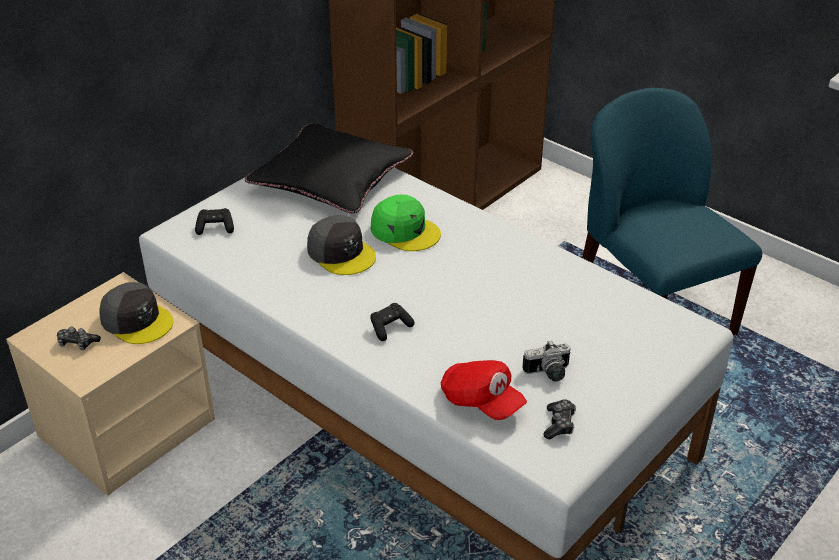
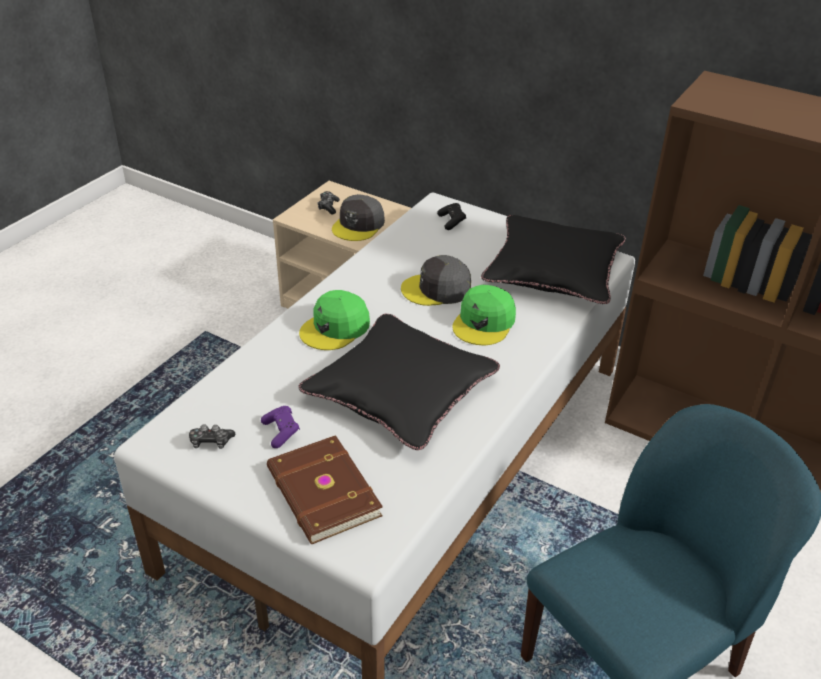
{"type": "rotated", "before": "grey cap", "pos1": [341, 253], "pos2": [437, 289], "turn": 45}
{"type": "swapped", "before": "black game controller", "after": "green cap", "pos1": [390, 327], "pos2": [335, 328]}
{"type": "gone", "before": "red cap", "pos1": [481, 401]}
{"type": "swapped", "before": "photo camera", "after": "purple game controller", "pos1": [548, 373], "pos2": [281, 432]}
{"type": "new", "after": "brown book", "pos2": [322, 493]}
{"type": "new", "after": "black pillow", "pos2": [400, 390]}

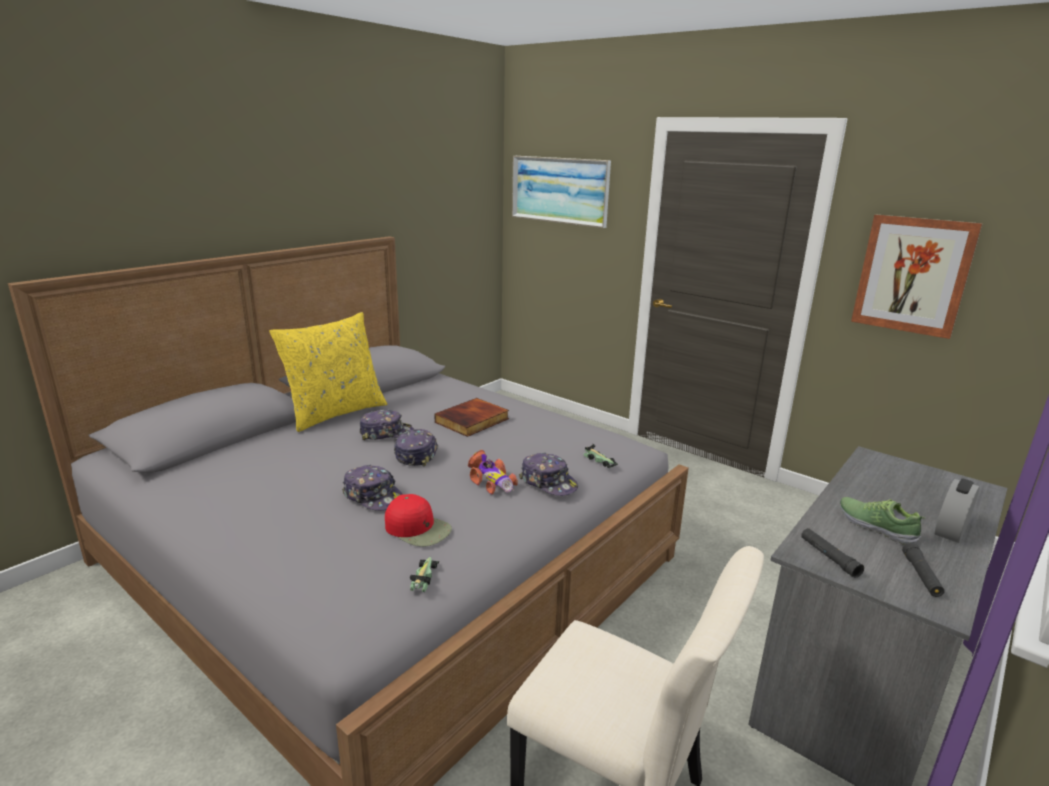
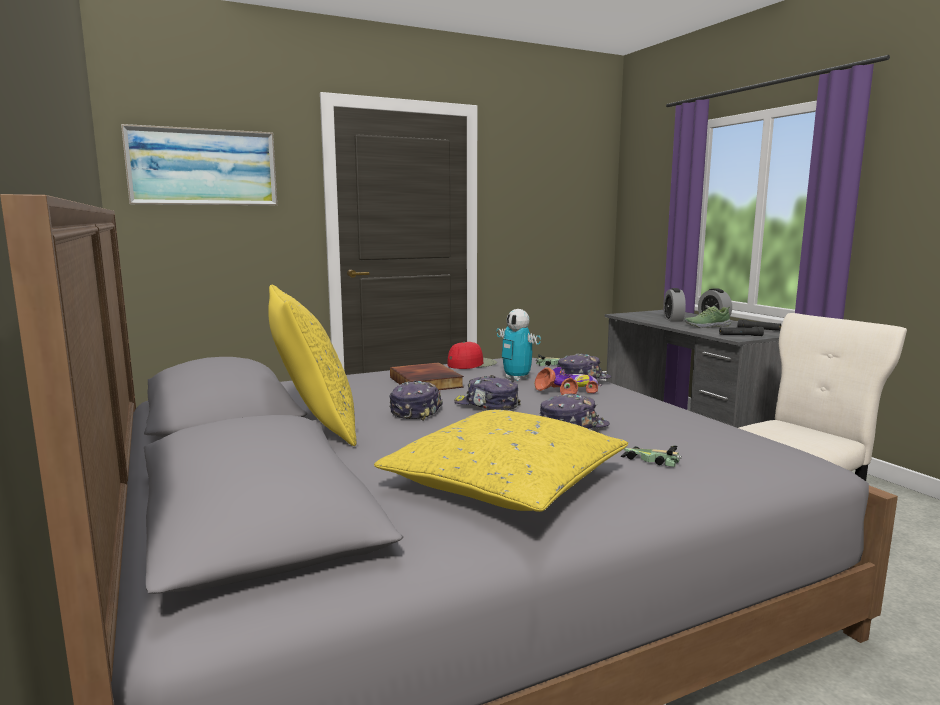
{"type": "shifted", "before": "red cap", "pos1": [418, 529], "pos2": [472, 364]}
{"type": "shifted", "before": "toy car", "pos1": [423, 577], "pos2": [651, 460]}
{"type": "gone", "before": "picture", "pos1": [912, 275]}
{"type": "new", "after": "yellow pillow", "pos2": [504, 482]}
{"type": "new", "after": "toy robot", "pos2": [517, 378]}
{"type": "new", "after": "alarm clock", "pos2": [673, 319]}

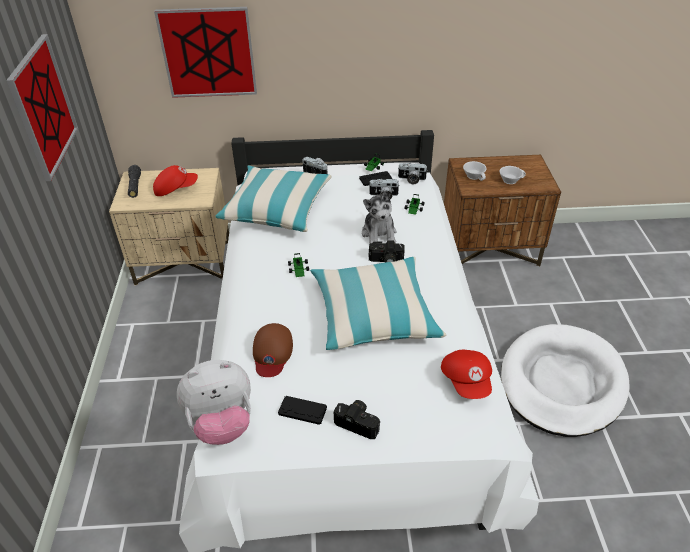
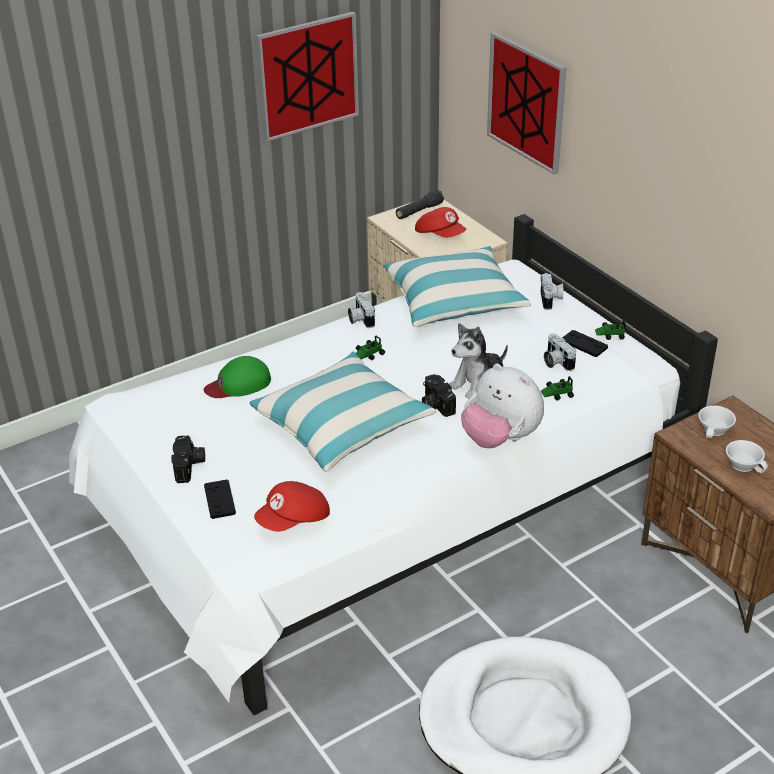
{"type": "shifted", "before": "plush toy", "pos1": [221, 423], "pos2": [500, 439]}
{"type": "repainted", "before": "brown cap", "after": "green cap", "pos1": [272, 352], "pos2": [238, 384]}
{"type": "shifted", "before": "black game controller", "pos1": [302, 410], "pos2": [219, 500]}
{"type": "shifted", "before": "photo camera", "pos1": [411, 179], "pos2": [360, 319]}

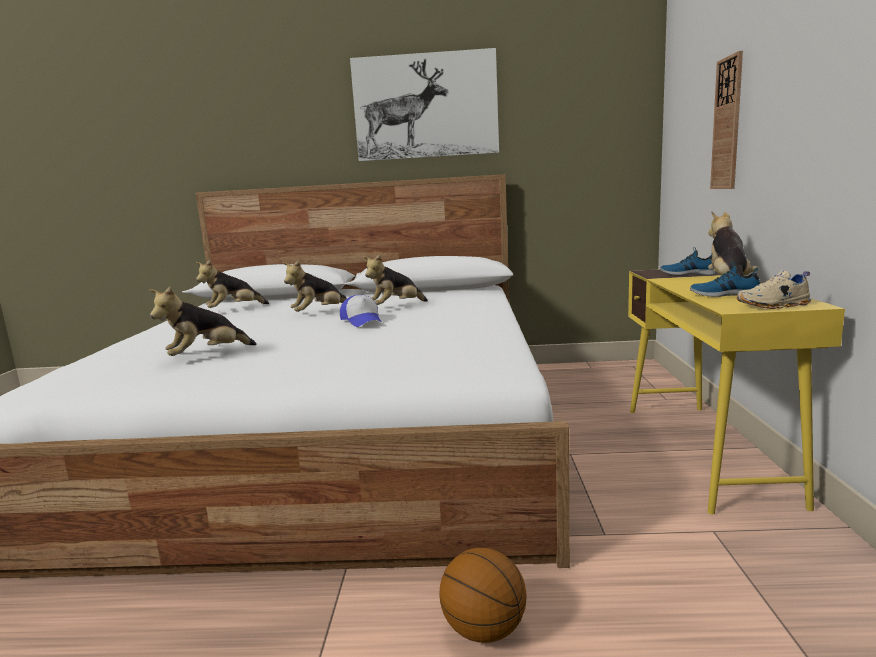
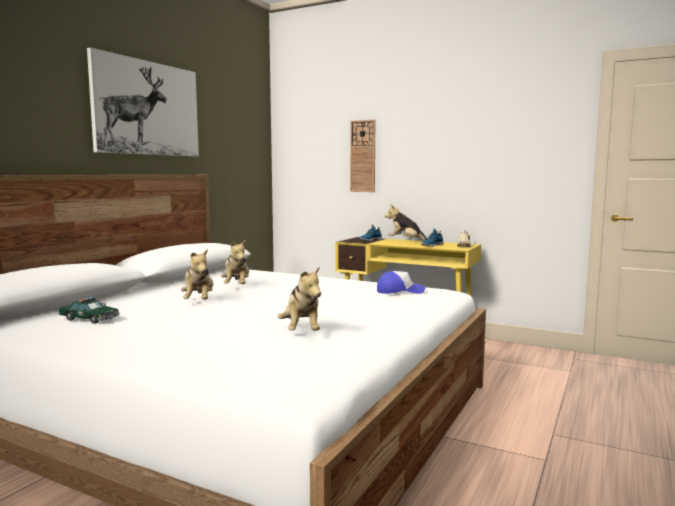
{"type": "swapped", "before": "plush toy", "after": "toy car", "pos1": [234, 310], "pos2": [89, 319]}
{"type": "shifted", "before": "cap", "pos1": [362, 321], "pos2": [400, 291]}
{"type": "gone", "before": "basketball", "pos1": [484, 630]}

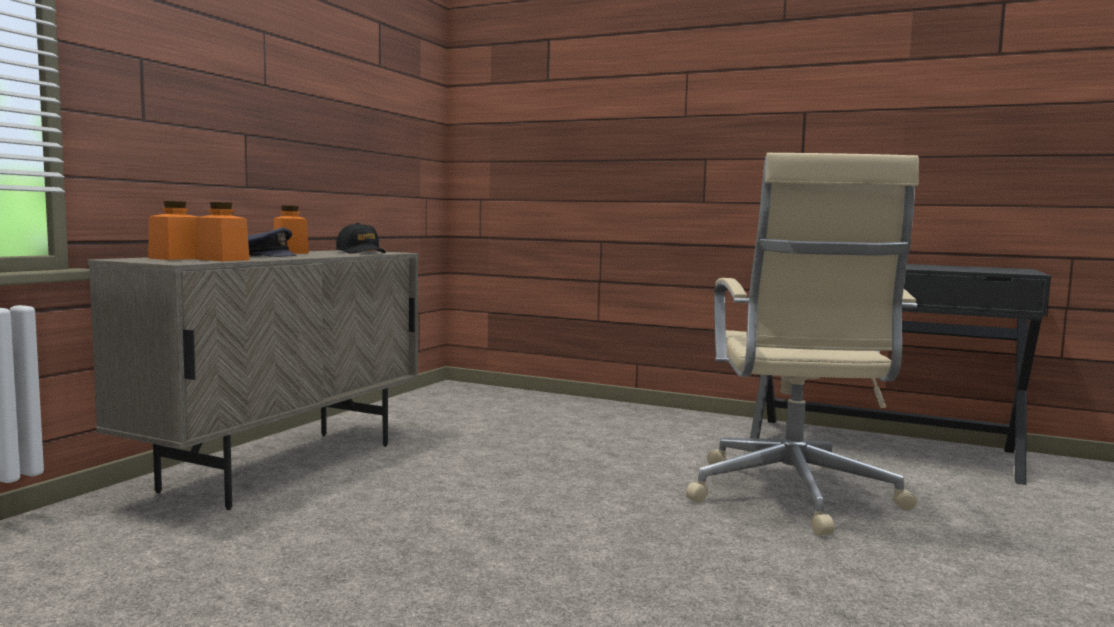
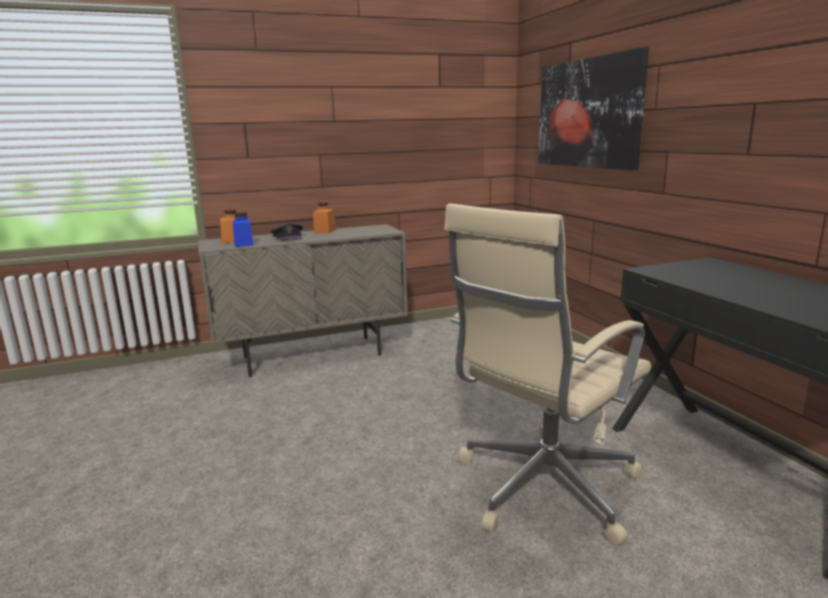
{"type": "repainted", "before": "orange jar", "after": "blue jar", "pos1": [222, 259], "pos2": [244, 244]}
{"type": "gone", "before": "black cap", "pos1": [361, 252]}
{"type": "new", "after": "picture", "pos2": [588, 113]}

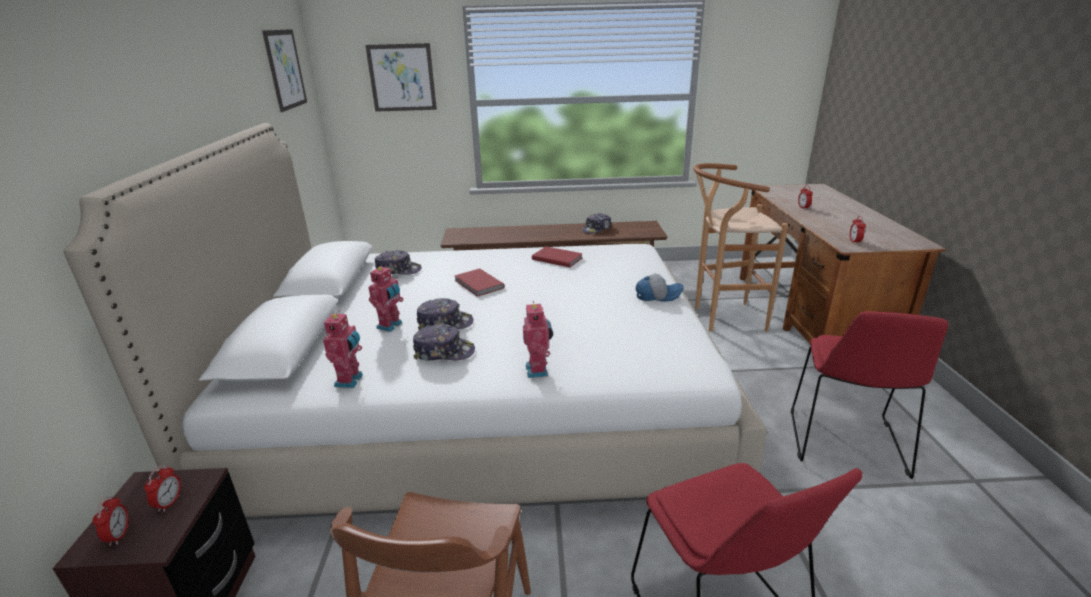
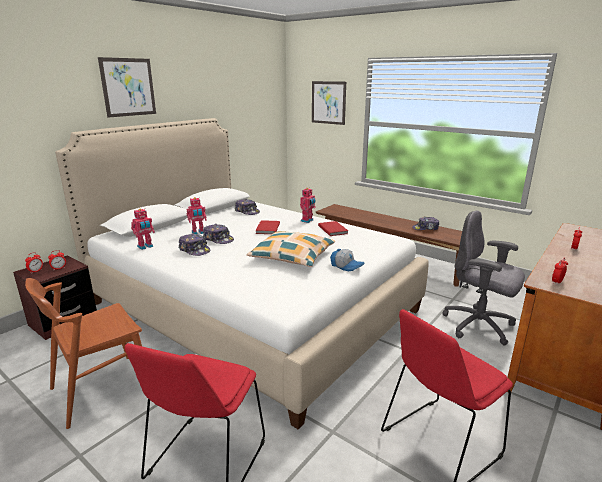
{"type": "shifted", "before": "picture", "pos1": [285, 69], "pos2": [128, 87]}
{"type": "shifted", "before": "toy robot", "pos1": [538, 370], "pos2": [307, 221]}
{"type": "swapped", "before": "brown stool", "after": "grey office chair", "pos1": [722, 318], "pos2": [479, 326]}
{"type": "new", "after": "pillow", "pos2": [292, 256]}

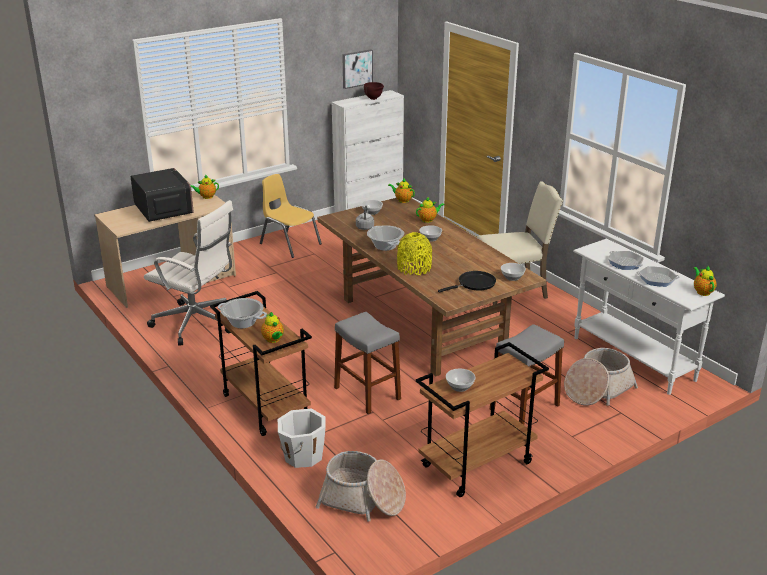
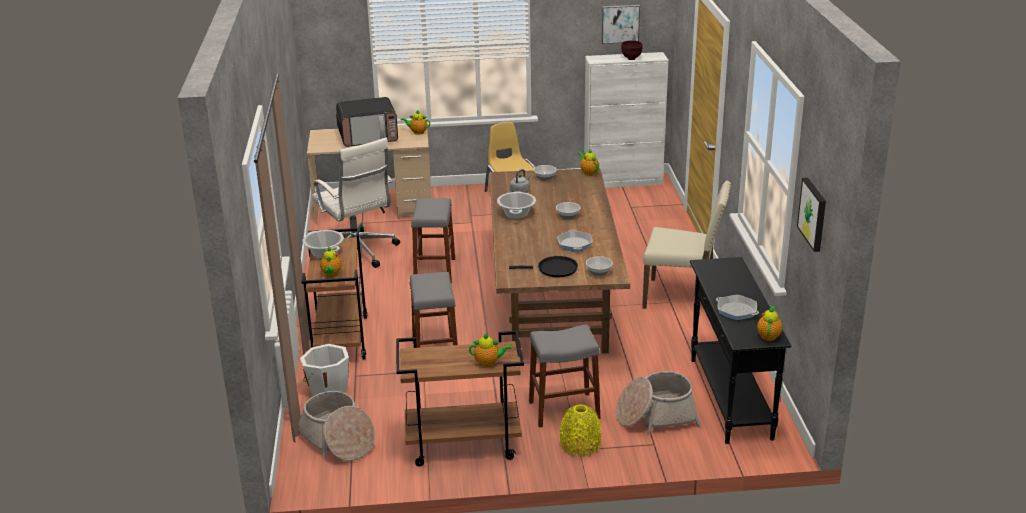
{"type": "rotated", "before": "microwave", "pos1": [163, 210], "pos2": [368, 137], "turn": 75}
{"type": "shifted", "before": "yellow vase", "pos1": [414, 268], "pos2": [580, 445]}
{"type": "shifted", "before": "teapot", "pos1": [428, 220], "pos2": [489, 363]}
{"type": "gone", "before": "bowl", "pos1": [460, 386]}
{"type": "repainted", "before": "white console table", "after": "black console table", "pos1": [633, 359], "pos2": [730, 398]}
{"type": "shifted", "before": "frying pan", "pos1": [625, 263], "pos2": [574, 244]}
{"type": "new", "after": "grey stool", "pos2": [435, 270]}
{"type": "new", "after": "picture", "pos2": [813, 214]}

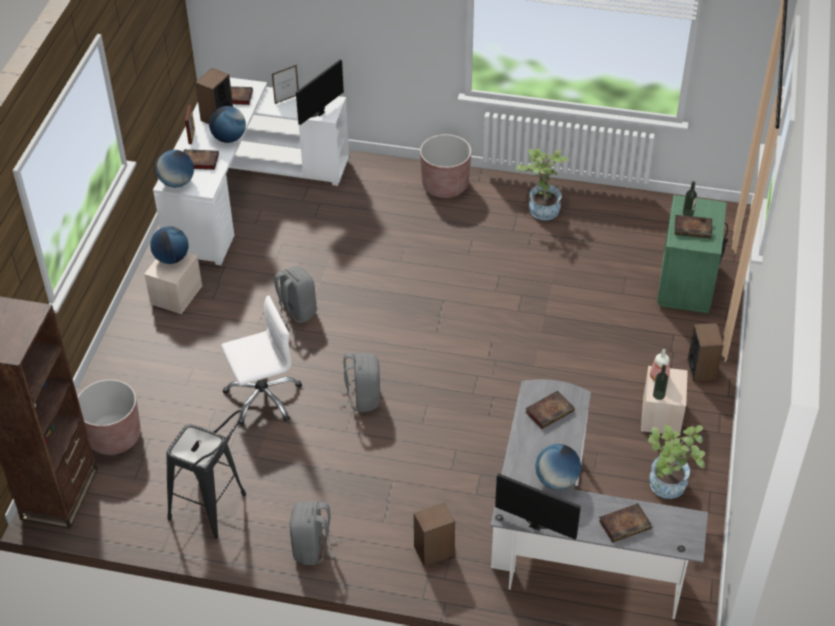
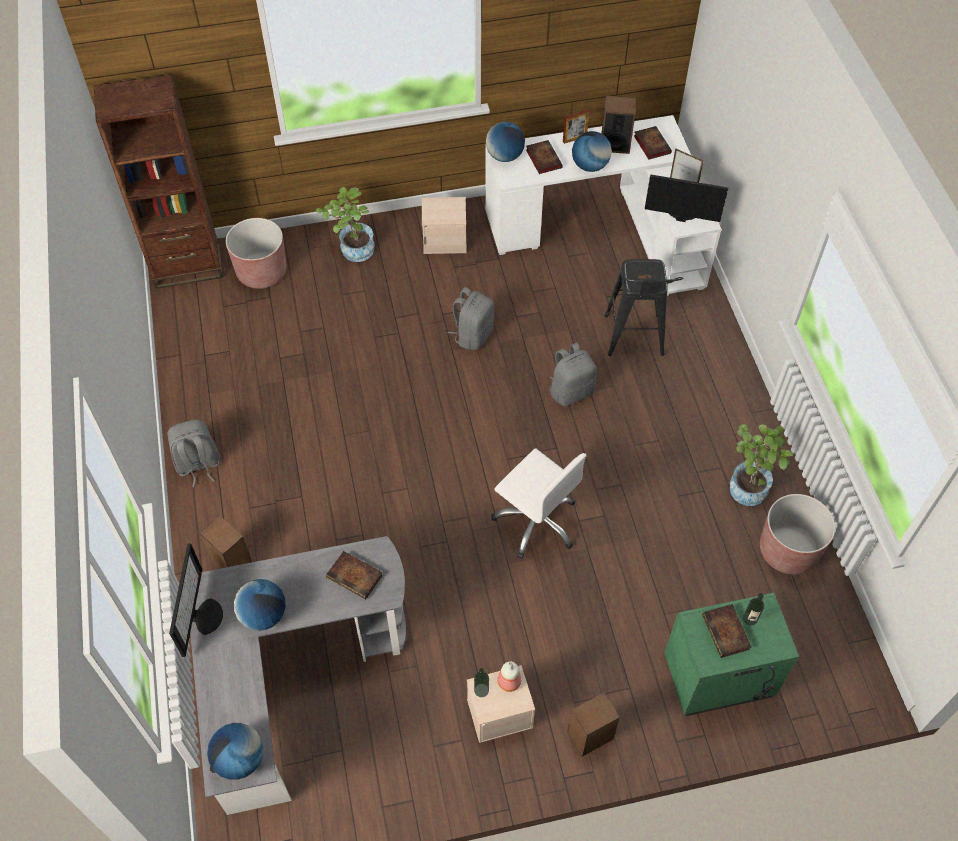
{"type": "shifted", "before": "globe", "pos1": [171, 258], "pos2": [240, 759]}
{"type": "shifted", "before": "black stool", "pos1": [214, 510], "pos2": [634, 341]}
{"type": "shifted", "before": "white office chair", "pos1": [263, 397], "pos2": [536, 521]}
{"type": "shifted", "before": "grey backpack", "pos1": [362, 398], "pos2": [571, 391]}
{"type": "shifted", "before": "brown planter", "pos1": [445, 185], "pos2": [788, 550]}
{"type": "gone", "before": "book", "pos1": [625, 524]}
{"type": "shifted", "before": "potted plant", "pos1": [667, 489], "pos2": [352, 251]}

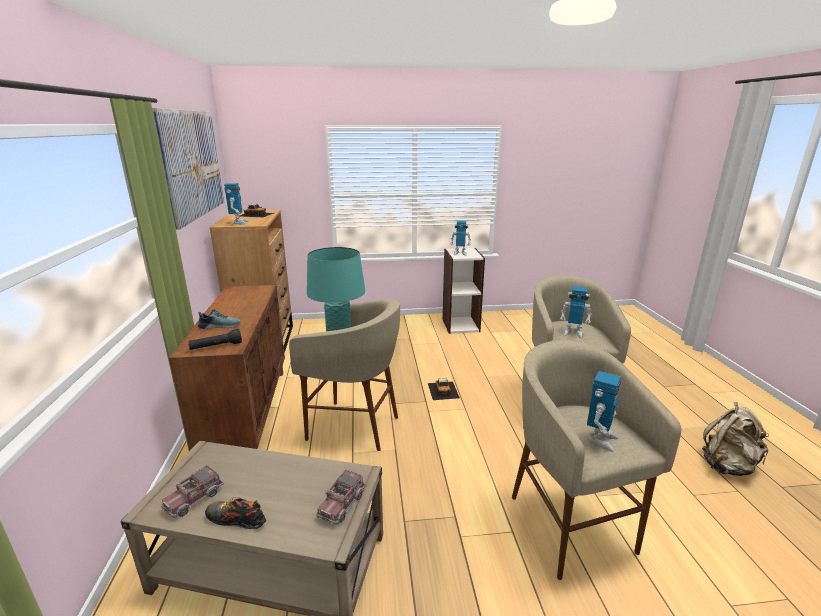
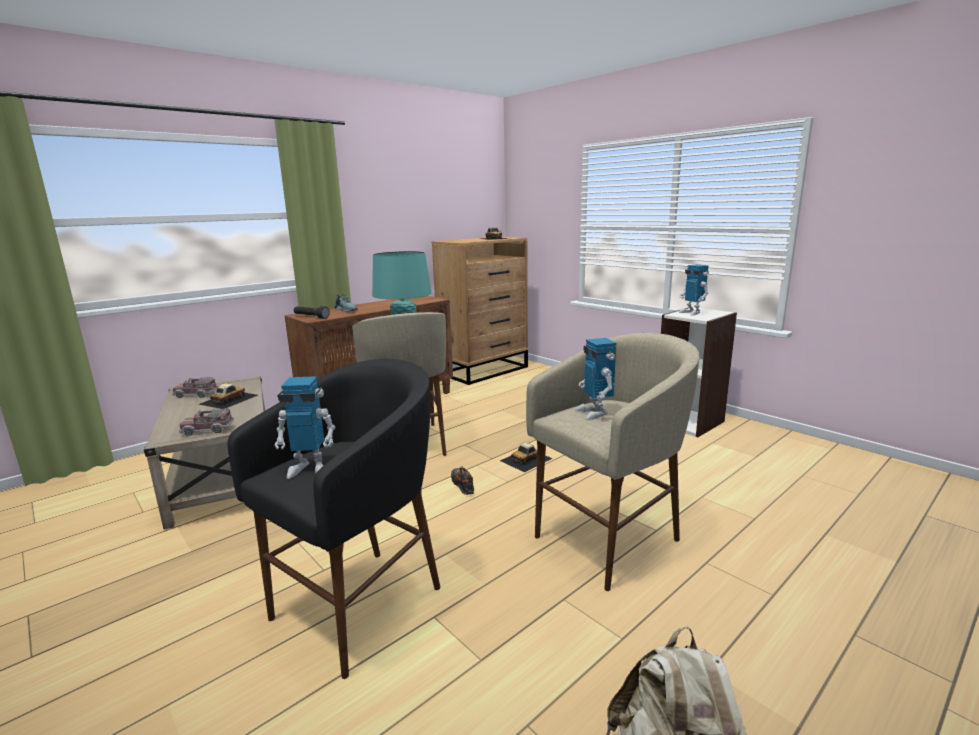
{"type": "gone", "before": "picture", "pos1": [191, 164]}
{"type": "shifted", "before": "shoe", "pos1": [236, 519], "pos2": [463, 486]}
{"type": "gone", "before": "toy robot", "pos1": [239, 223]}
{"type": "repainted", "before": "beige stool", "after": "black stool", "pos1": [567, 524], "pos2": [361, 605]}
{"type": "new", "after": "toy car", "pos2": [228, 399]}

